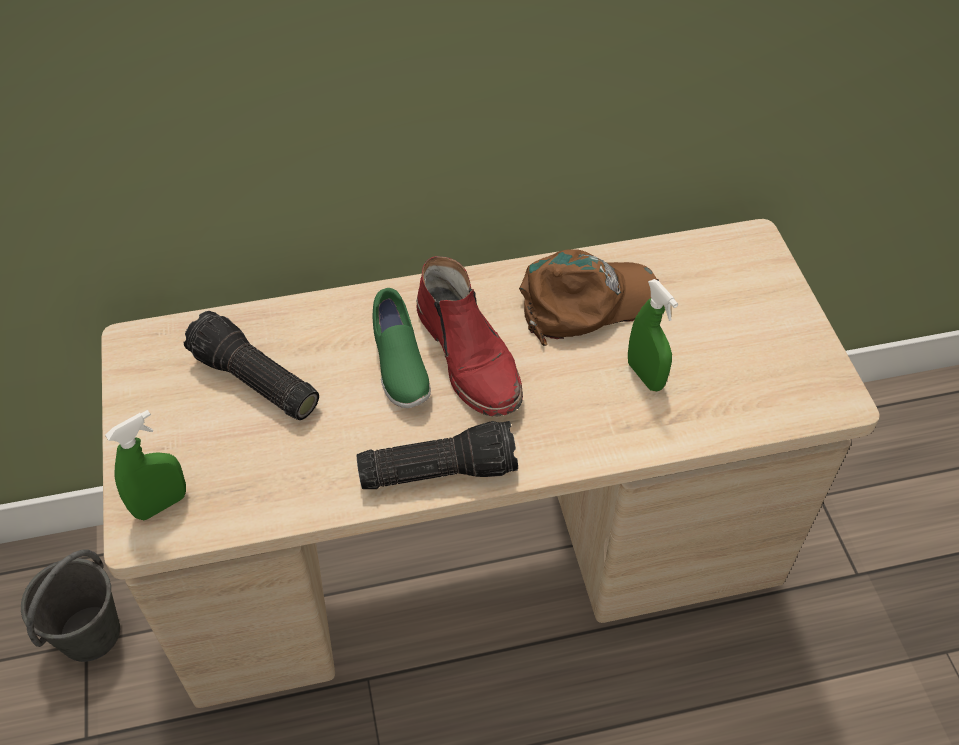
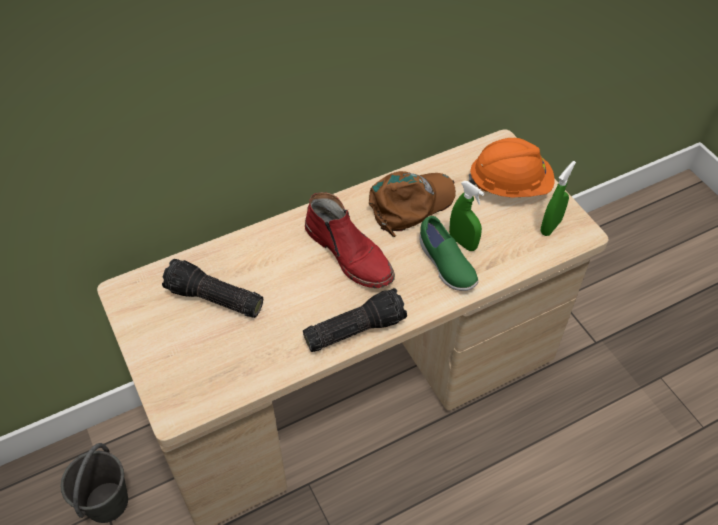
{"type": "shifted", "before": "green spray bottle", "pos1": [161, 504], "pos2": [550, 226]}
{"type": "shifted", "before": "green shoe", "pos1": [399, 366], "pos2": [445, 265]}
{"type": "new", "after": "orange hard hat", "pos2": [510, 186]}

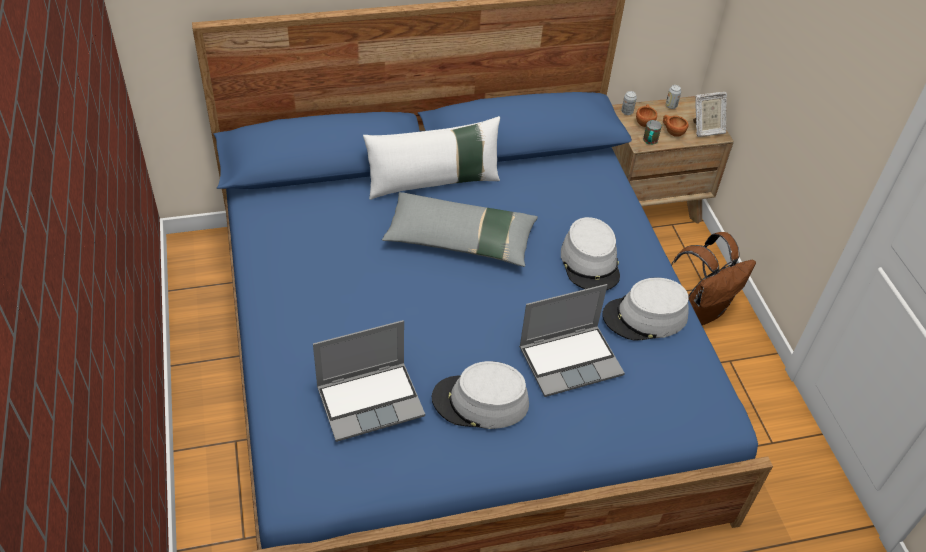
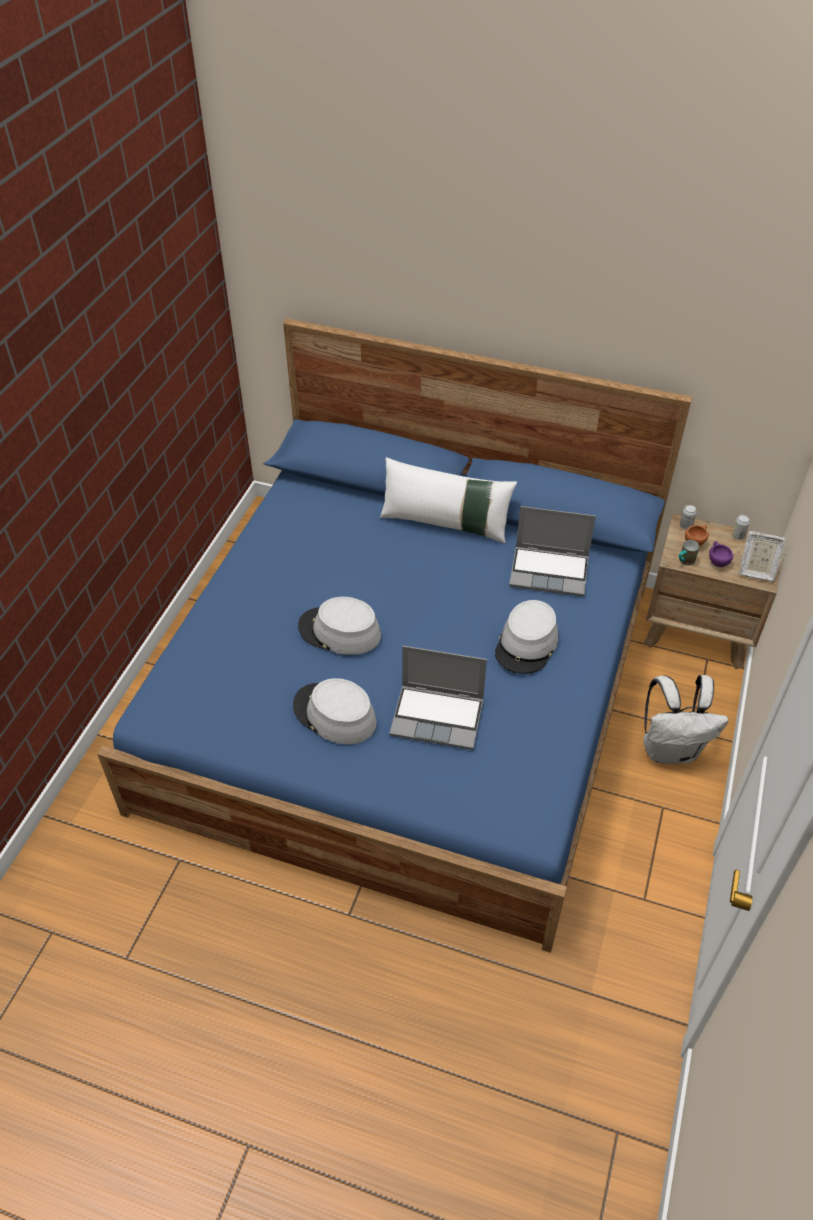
{"type": "shifted", "before": "laptop", "pos1": [371, 401], "pos2": [550, 572]}
{"type": "gone", "before": "grey pillow", "pos1": [460, 239]}
{"type": "shifted", "before": "grey hat", "pos1": [645, 317], "pos2": [339, 631]}
{"type": "repainted", "before": "brown cup", "after": "purple cup", "pos1": [672, 131], "pos2": [717, 560]}
{"type": "repainted", "before": "brown backpack", "after": "white backpack", "pos1": [701, 310], "pos2": [671, 749]}

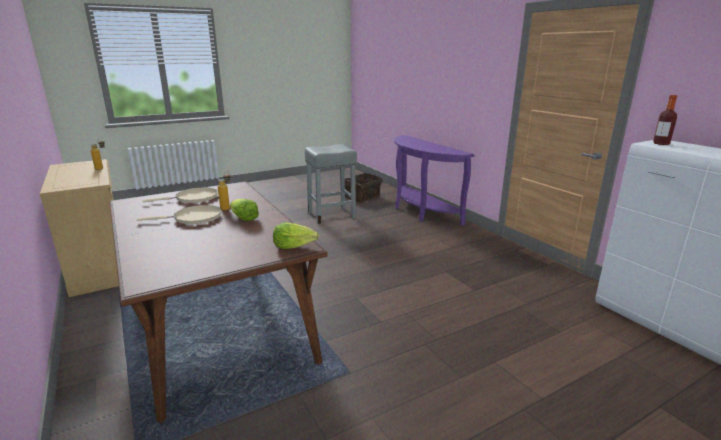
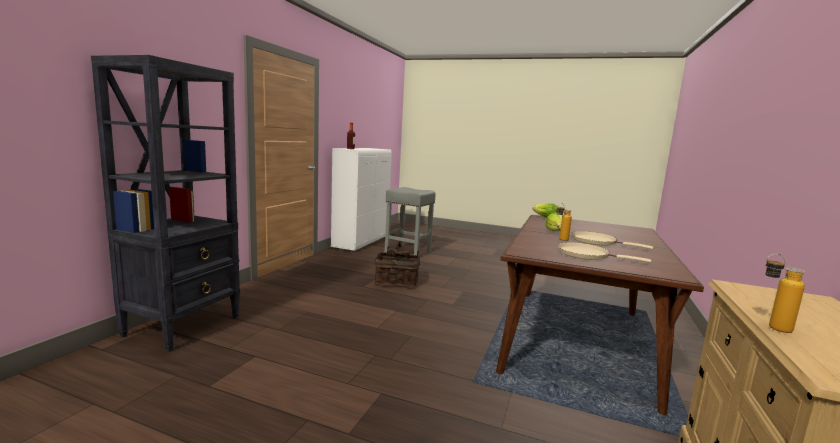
{"type": "shifted", "before": "grey stool", "pos1": [332, 215], "pos2": [407, 252]}
{"type": "shifted", "before": "basket", "pos1": [362, 197], "pos2": [397, 281]}
{"type": "swapped", "before": "purple console table", "after": "black bookcase", "pos1": [420, 211], "pos2": [184, 326]}

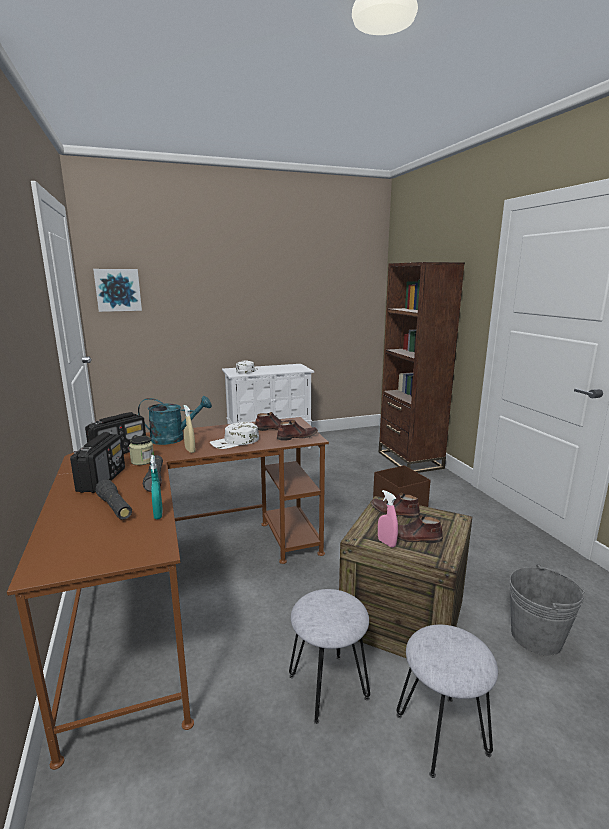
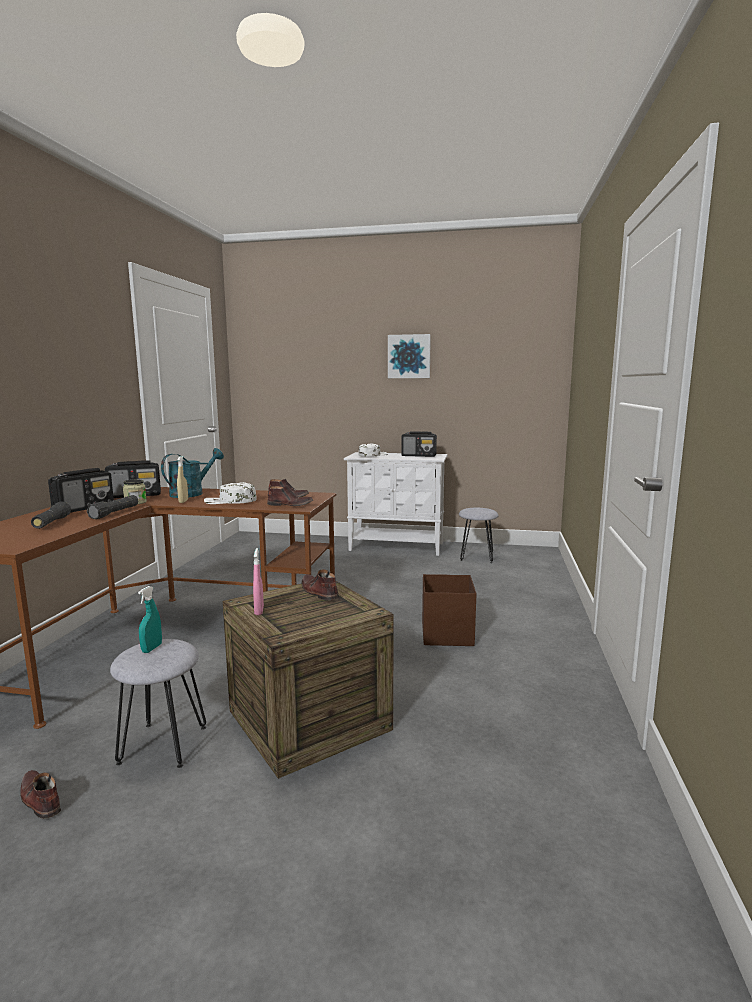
{"type": "shifted", "before": "picture", "pos1": [118, 290], "pos2": [409, 356]}
{"type": "rotated", "before": "turquoise watering can", "pos1": [174, 439], "pos2": [192, 493], "turn": -75}
{"type": "shifted", "before": "turquoise spray bottle", "pos1": [158, 514], "pos2": [152, 648]}
{"type": "gone", "before": "brown bookcase", "pos1": [410, 460]}
{"type": "shifted", "before": "grey stool", "pos1": [442, 734], "pos2": [476, 557]}
{"type": "shifted", "before": "brown shoe", "pos1": [414, 537], "pos2": [40, 799]}
{"type": "gone", "before": "grey bucket", "pos1": [536, 637]}
{"type": "new", "after": "radio", "pos2": [419, 456]}

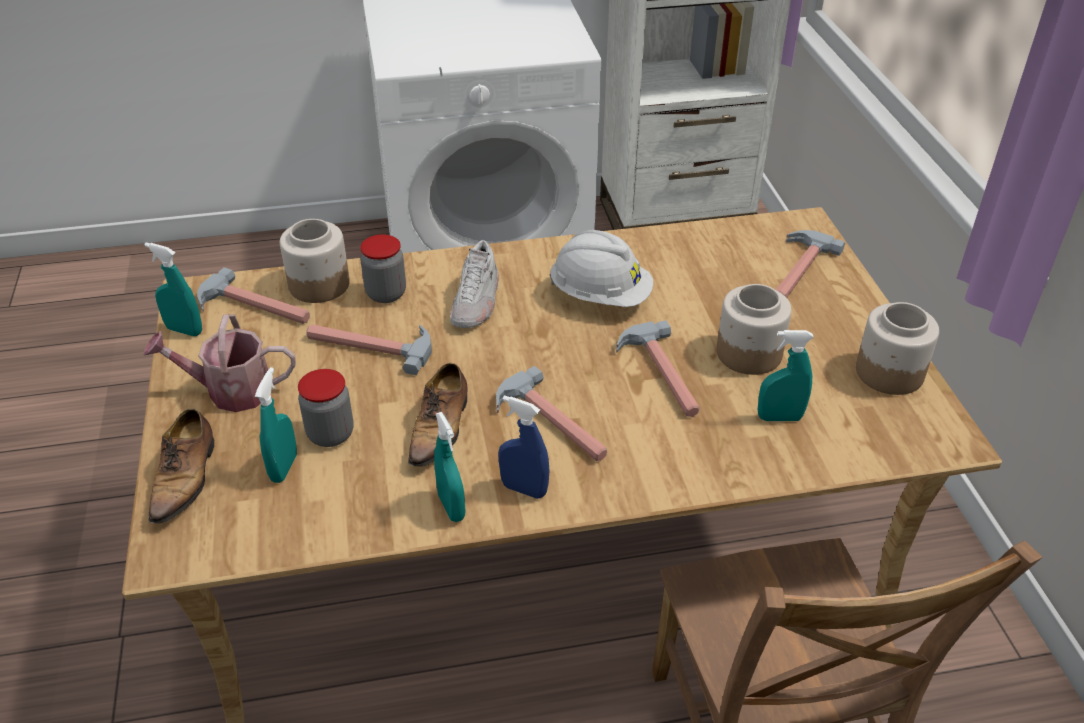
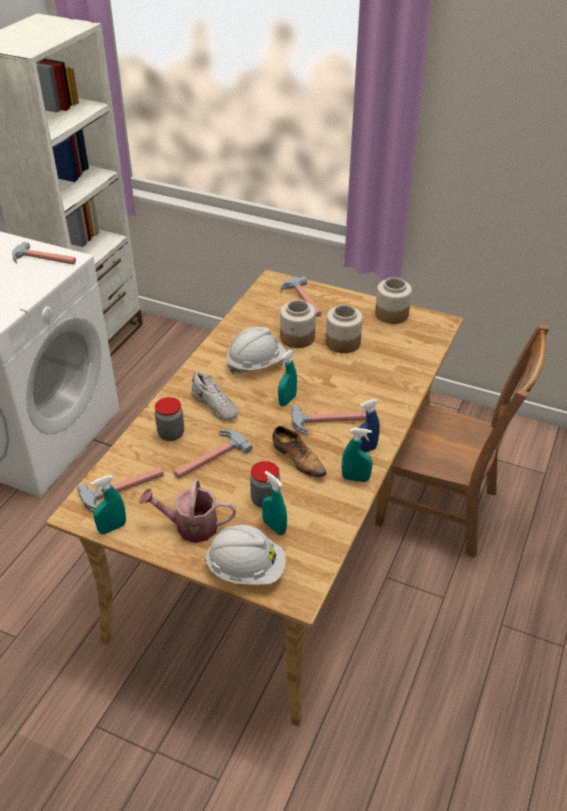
{"type": "rotated", "before": "watering can", "pos1": [230, 391], "pos2": [190, 526], "turn": 60}
{"type": "swapped", "before": "shoe", "after": "white hard hat", "pos1": [185, 478], "pos2": [246, 569]}
{"type": "shifted", "before": "jar", "pos1": [318, 285], "pos2": [297, 338]}
{"type": "shifted", "before": "hammer", "pos1": [660, 374], "pos2": [44, 260]}
{"type": "shifted", "before": "turquoise spray bottle", "pos1": [779, 417], "pos2": [287, 400]}

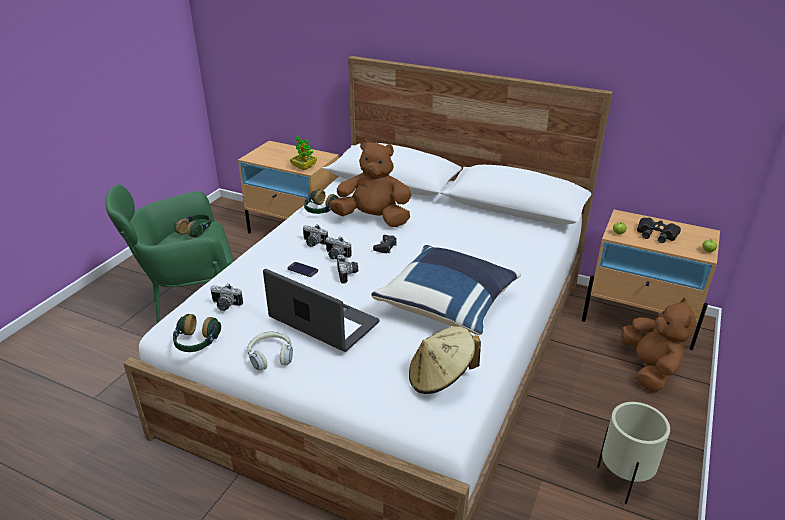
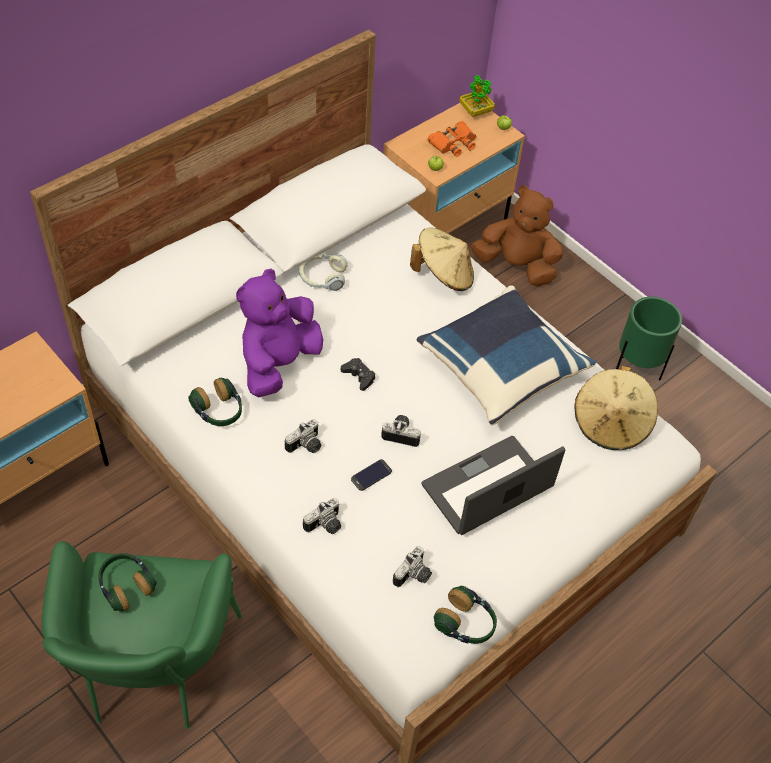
{"type": "shifted", "before": "headphones", "pos1": [271, 356], "pos2": [322, 277]}
{"type": "shifted", "before": "potted plant", "pos1": [304, 167], "pos2": [475, 111]}
{"type": "shifted", "before": "photo camera", "pos1": [335, 256], "pos2": [325, 526]}
{"type": "repainted", "before": "brown plush toy", "after": "purple plush toy", "pos1": [373, 219], "pos2": [278, 363]}
{"type": "repainted", "before": "beige planter", "after": "green planter", "pos1": [623, 482], "pos2": [636, 368]}
{"type": "repainted", "before": "black binoculars", "after": "orange binoculars", "pos1": [656, 234], "pos2": [453, 143]}
{"type": "new", "after": "beige hat", "pos2": [443, 275]}

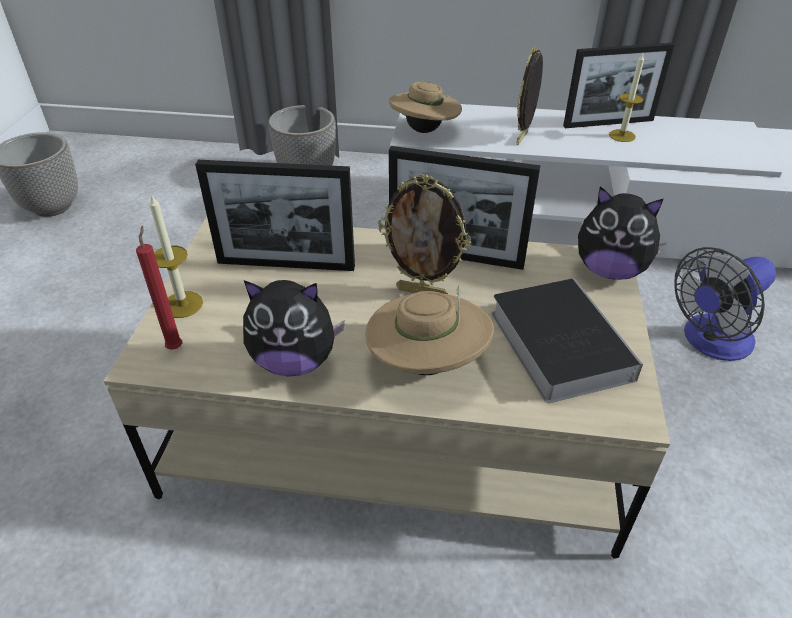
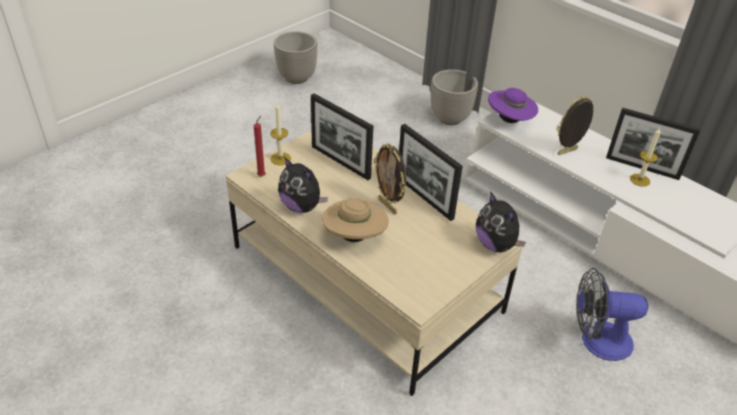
{"type": "repainted", "before": "beige hat", "after": "purple hat", "pos1": [424, 131], "pos2": [509, 121]}
{"type": "gone", "before": "book", "pos1": [556, 342]}

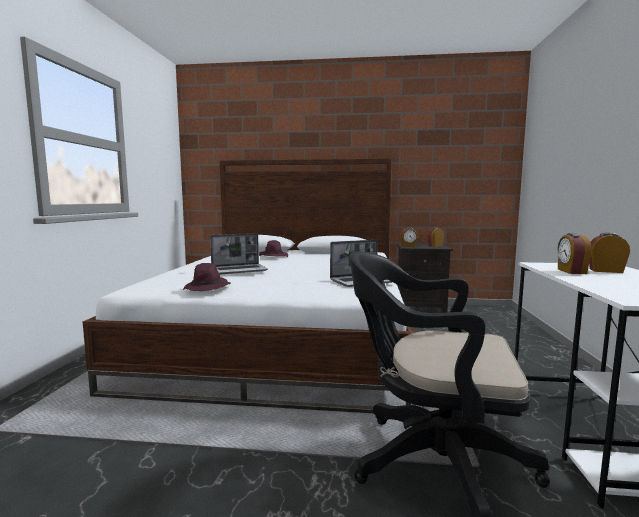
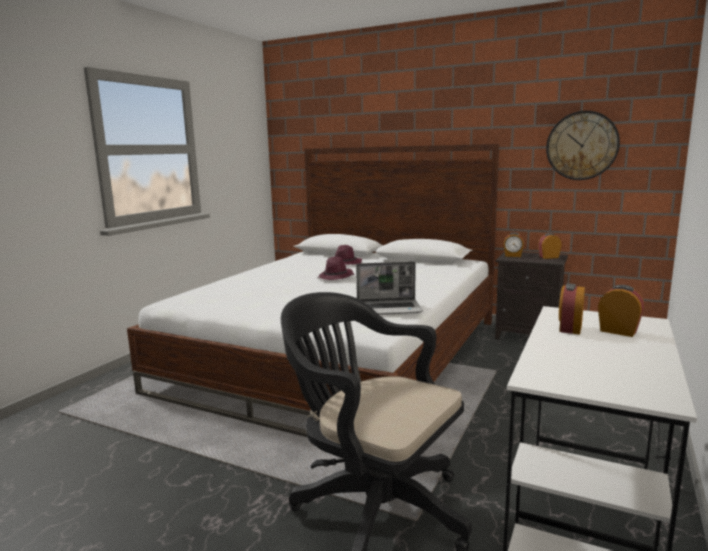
{"type": "shifted", "before": "purple hat", "pos1": [207, 288], "pos2": [336, 277]}
{"type": "gone", "before": "laptop", "pos1": [240, 270]}
{"type": "new", "after": "wall clock", "pos2": [582, 145]}

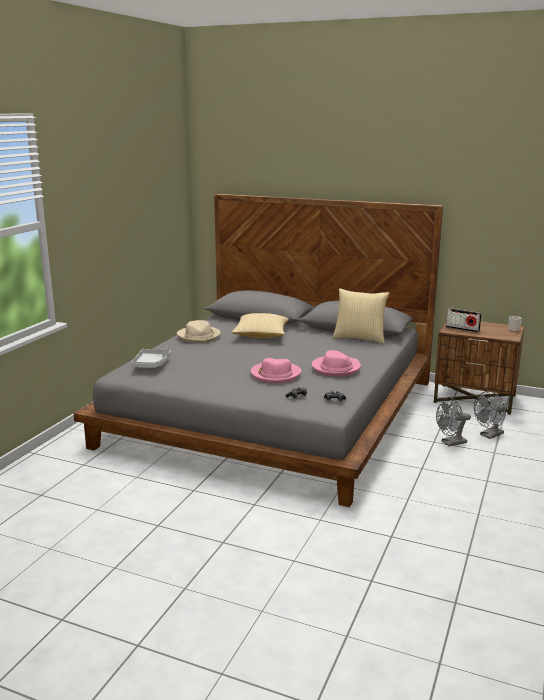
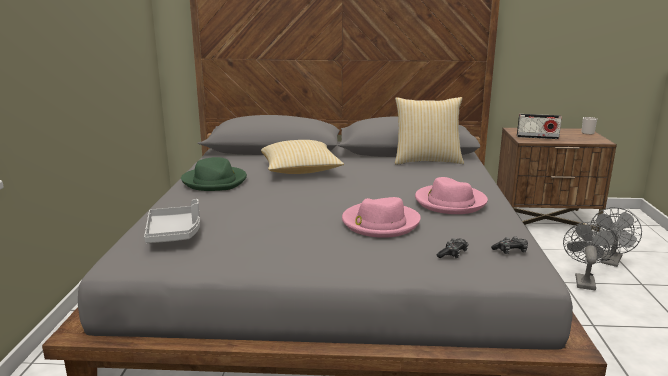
{"type": "repainted", "before": "beige hat", "after": "green hat", "pos1": [199, 336], "pos2": [215, 181]}
{"type": "rotated", "before": "grey fan", "pos1": [450, 443], "pos2": [584, 280], "turn": 150}

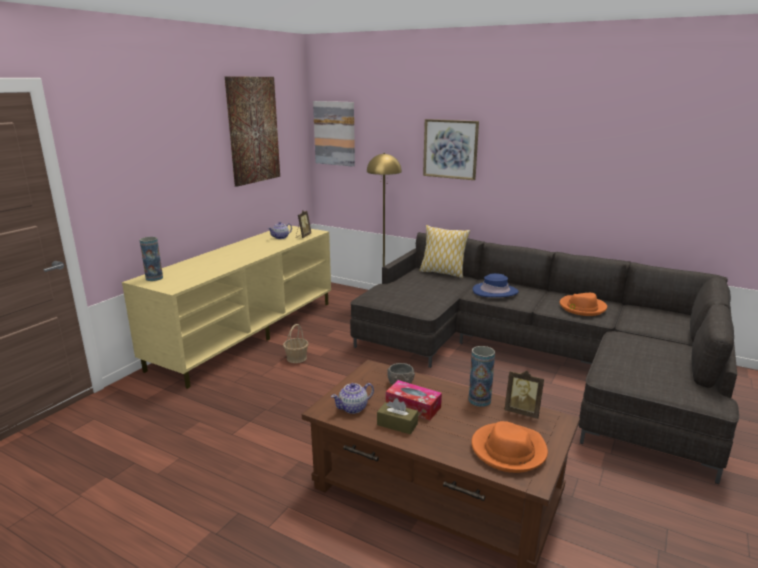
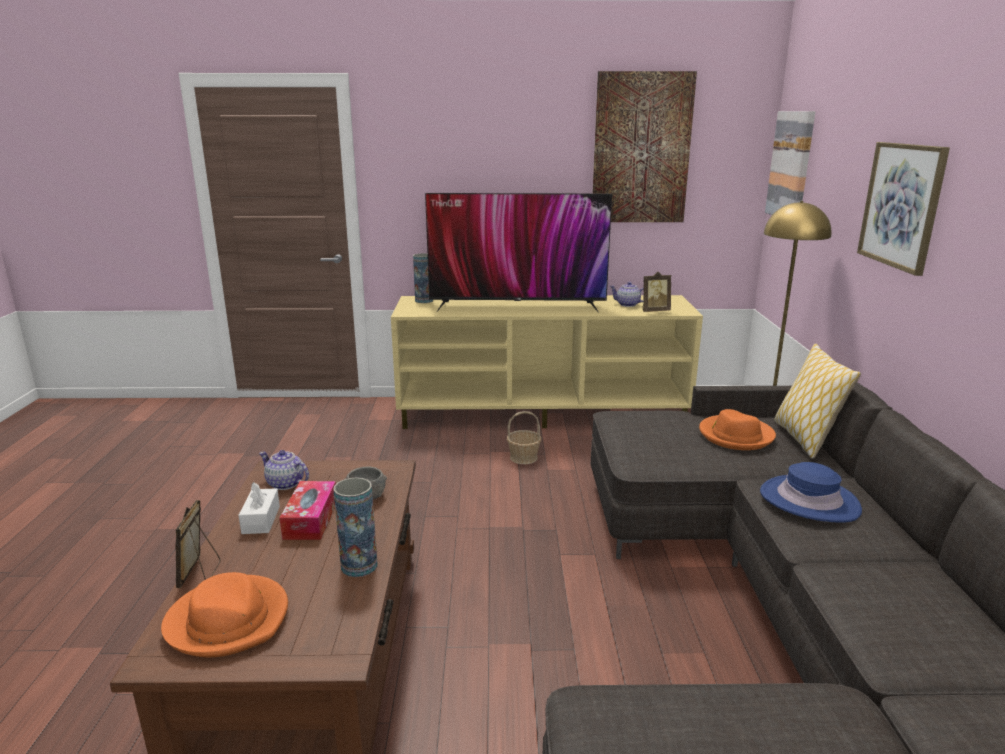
{"type": "repainted", "before": "brown tissue box", "after": "white tissue box", "pos1": [397, 424], "pos2": [261, 520]}
{"type": "shifted", "before": "picture frame", "pos1": [522, 412], "pos2": [200, 574]}
{"type": "shifted", "before": "orange hat", "pos1": [582, 307], "pos2": [735, 435]}
{"type": "new", "after": "television", "pos2": [517, 306]}

